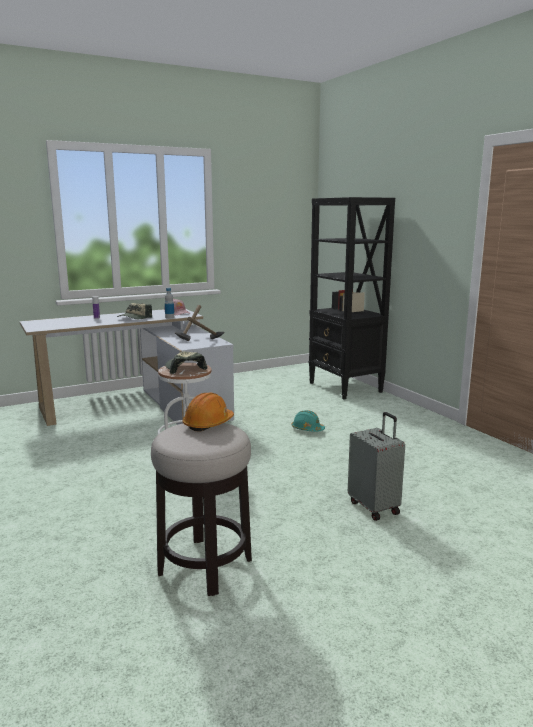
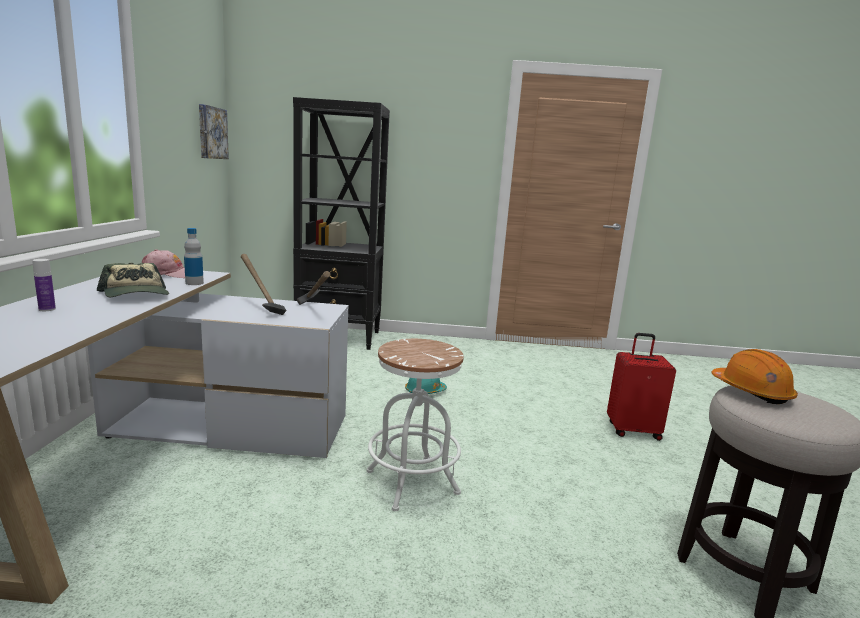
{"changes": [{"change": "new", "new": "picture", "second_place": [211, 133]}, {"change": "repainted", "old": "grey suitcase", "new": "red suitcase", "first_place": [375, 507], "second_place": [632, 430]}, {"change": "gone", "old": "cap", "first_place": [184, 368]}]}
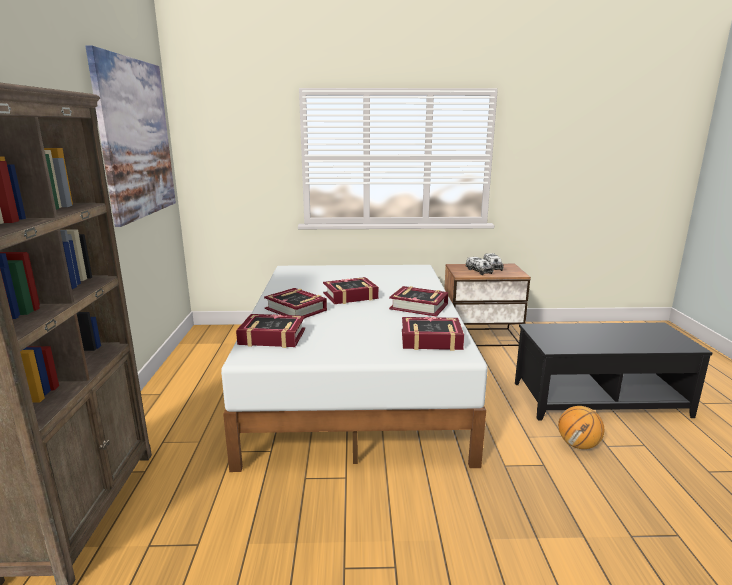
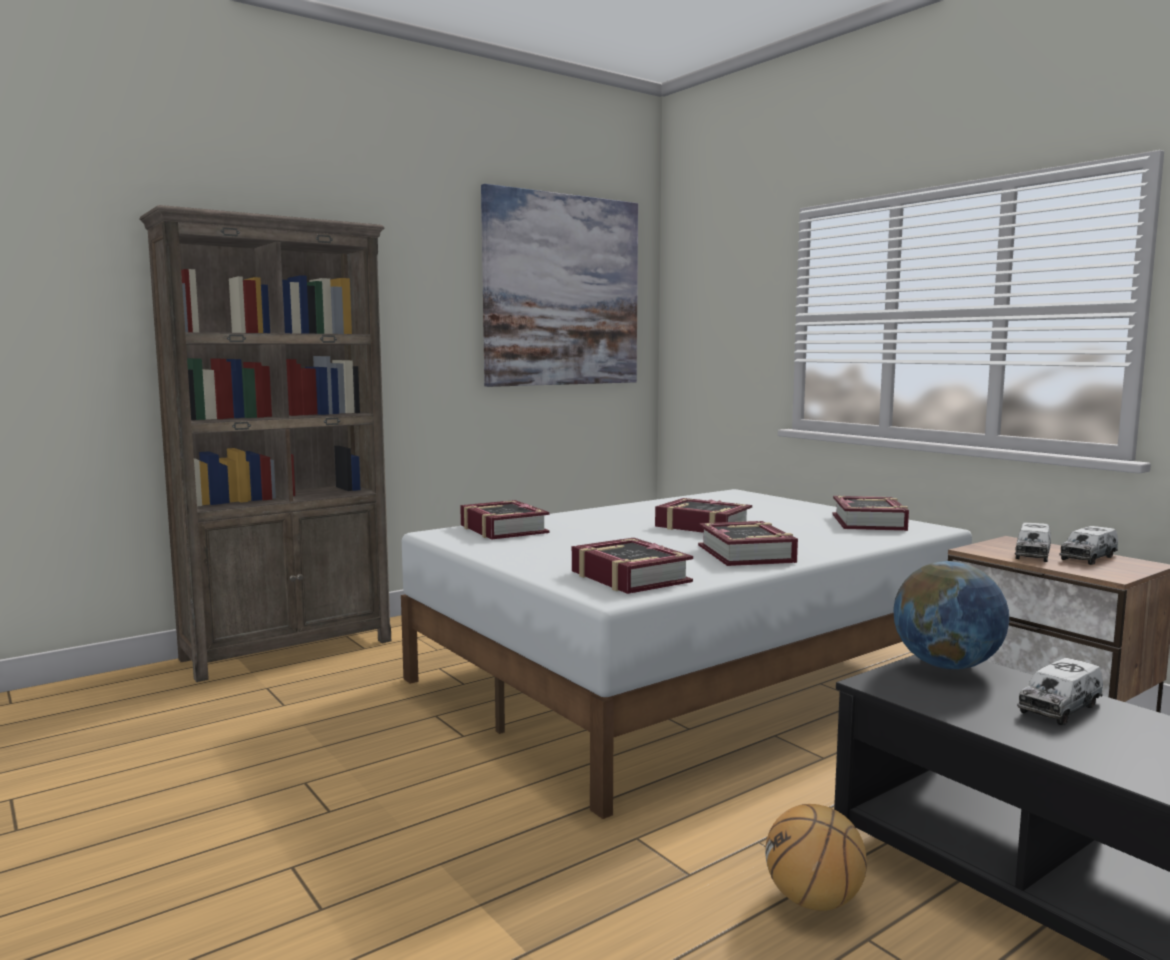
{"changes": [{"change": "shifted", "old": "book", "first_place": [296, 309], "second_place": [869, 522]}, {"change": "new", "new": "globe", "second_place": [946, 666]}, {"change": "new", "new": "toy truck", "second_place": [1060, 708]}]}
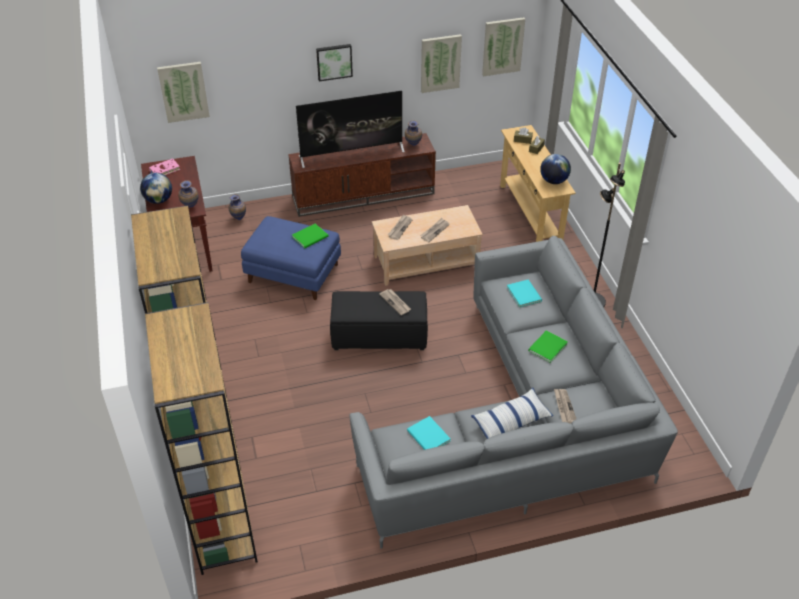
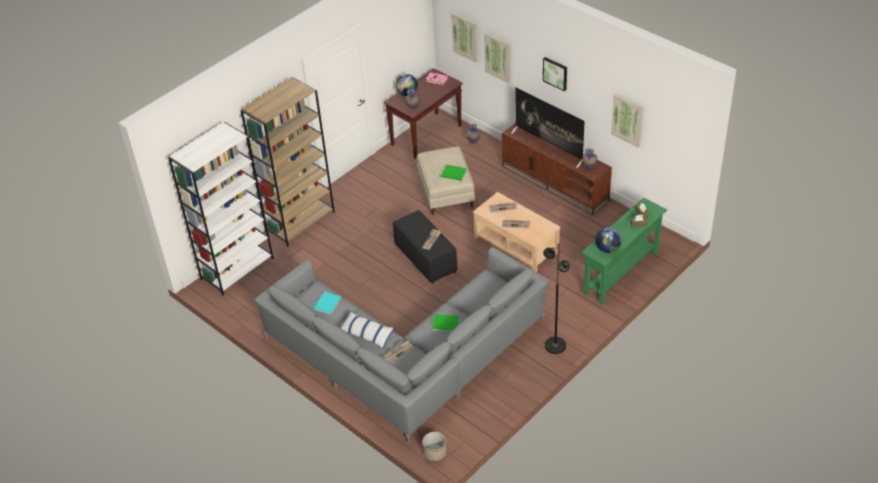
{"changes": [{"change": "repainted", "old": "brown bookcase", "new": "white bookcase", "first_place": [221, 522], "second_place": [237, 268]}, {"change": "repainted", "old": "blue ottoman", "new": "beige ottoman", "first_place": [294, 273], "second_place": [446, 193]}, {"change": "new", "new": "planter", "second_place": [434, 452]}, {"change": "shifted", "old": "picture", "first_place": [502, 46], "second_place": [498, 57]}, {"change": "repainted", "old": "beige console table", "new": "green console table", "first_place": [530, 214], "second_place": [621, 273]}, {"change": "gone", "old": "turquoise book", "first_place": [524, 293]}]}
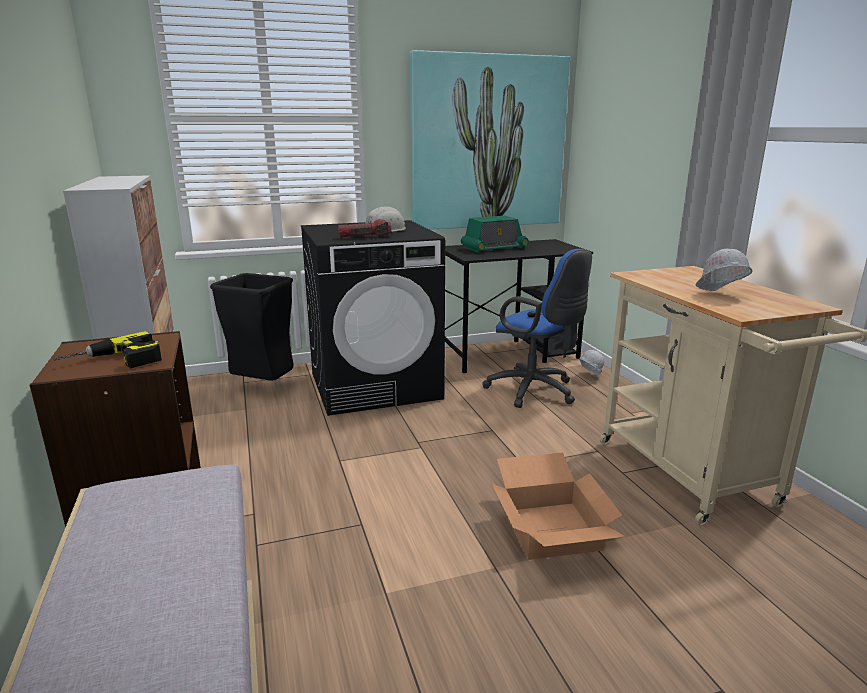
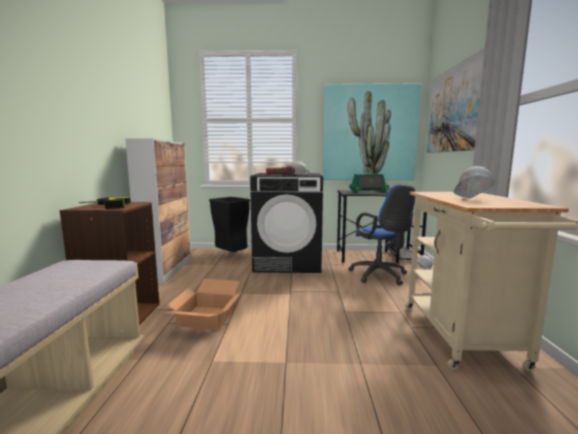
{"changes": [{"change": "shifted", "old": "cardboard box", "first_place": [553, 530], "second_place": [207, 317]}, {"change": "new", "new": "picture", "second_place": [455, 109]}]}
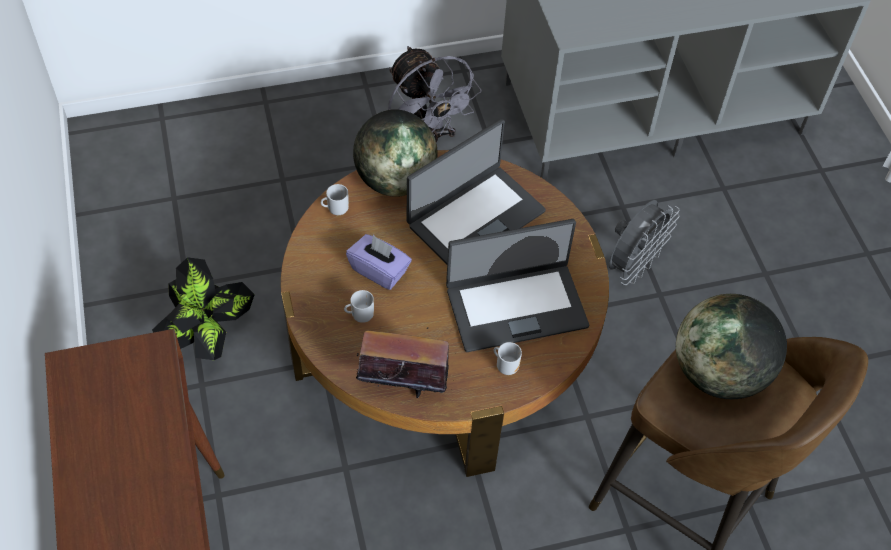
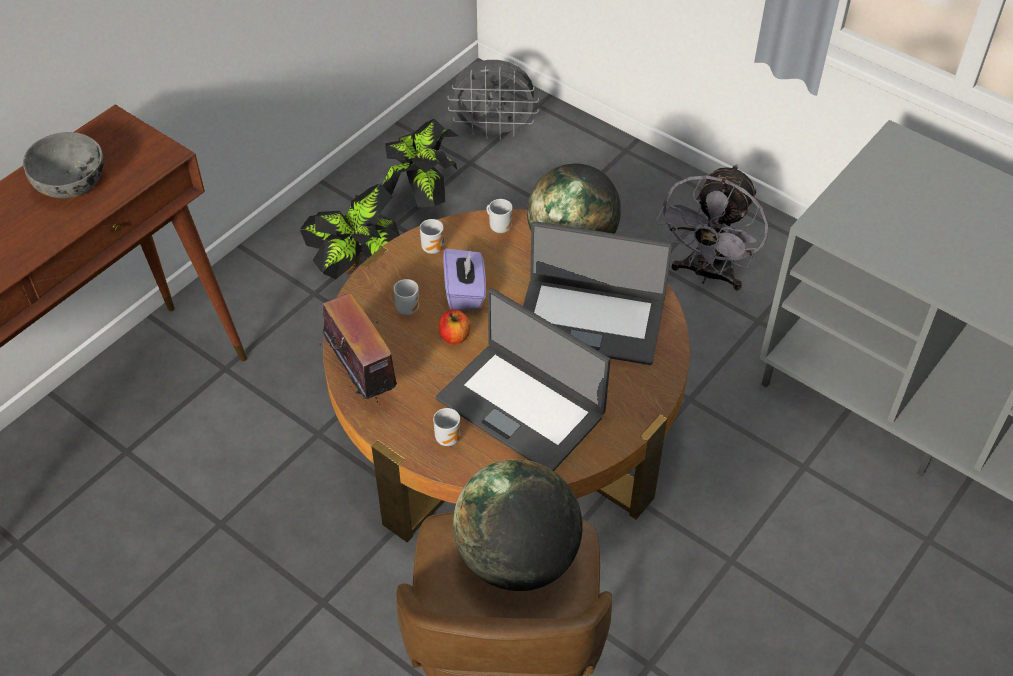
{"changes": [{"change": "new", "new": "grey bowl", "second_place": [71, 183]}, {"change": "new", "new": "potted plant", "second_place": [422, 197]}, {"change": "new", "new": "mug", "second_place": [434, 248]}, {"change": "new", "new": "apple", "second_place": [455, 336]}, {"change": "shifted", "old": "grey fan", "first_place": [633, 266], "second_place": [494, 131]}]}
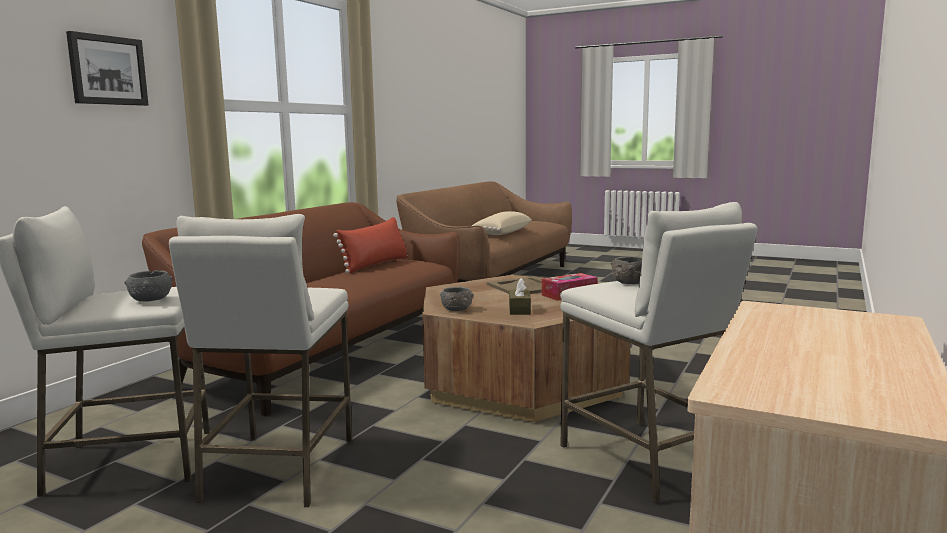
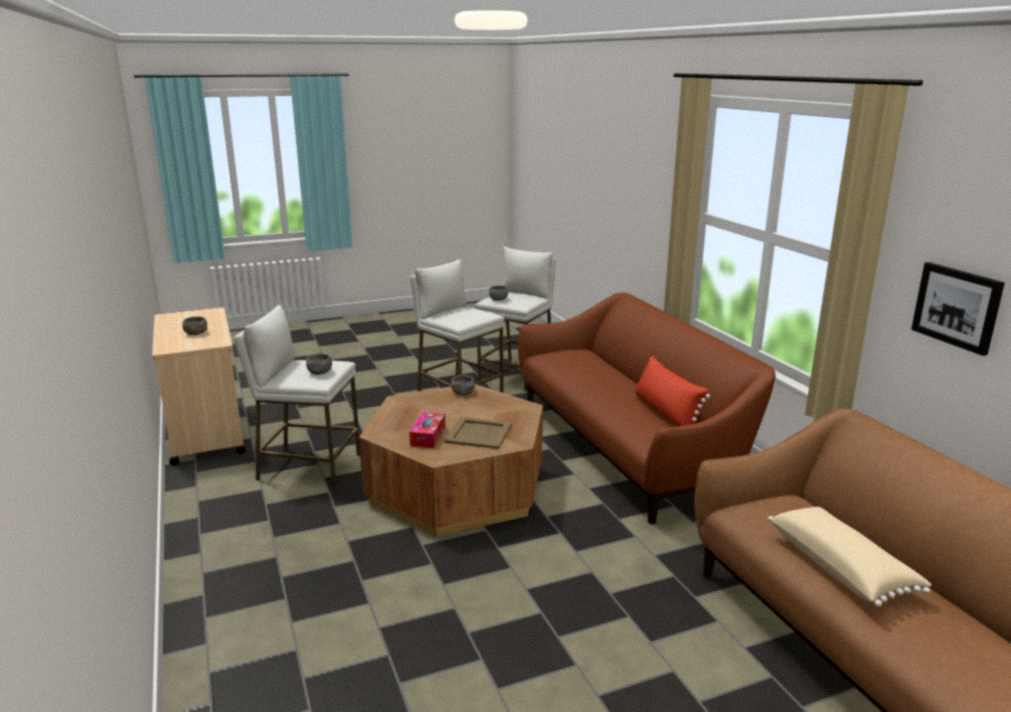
{"changes": [{"change": "new", "new": "grey bowl", "second_place": [196, 333]}, {"change": "shifted", "old": "picture", "first_place": [107, 70], "second_place": [957, 307]}, {"change": "gone", "old": "brown tissue box", "first_place": [519, 309]}]}
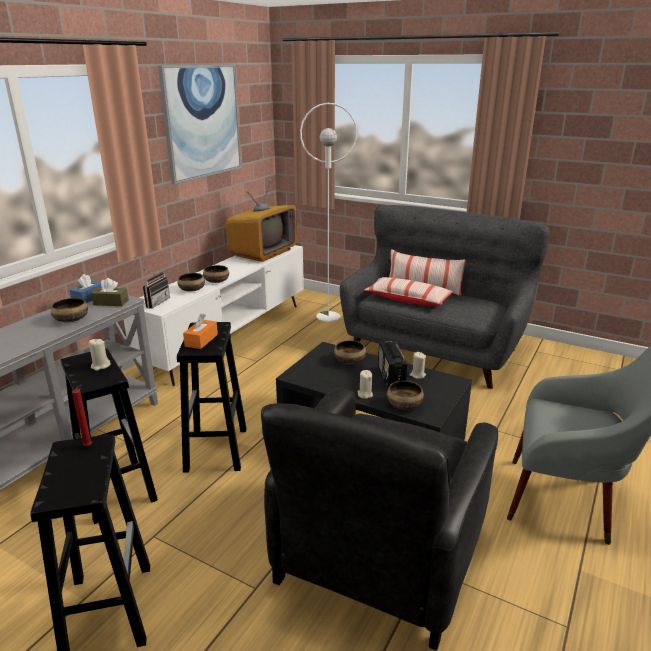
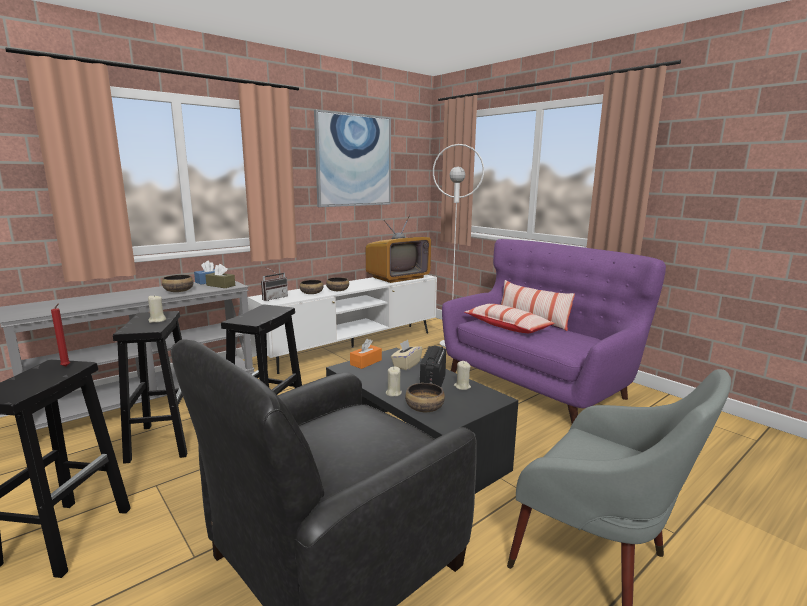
{"changes": [{"change": "shifted", "old": "orange tissue box", "first_place": [201, 340], "second_place": [366, 362]}, {"change": "swapped", "old": "bowl", "new": "beige tissue box", "first_place": [350, 361], "second_place": [406, 365]}, {"change": "repainted", "old": "grey sofa", "new": "purple sofa", "first_place": [435, 348], "second_place": [538, 384]}]}
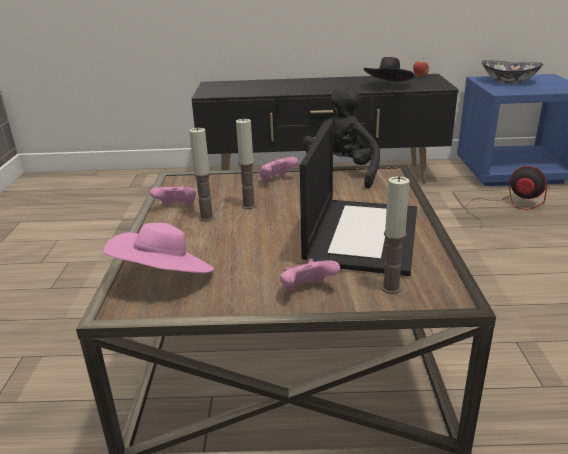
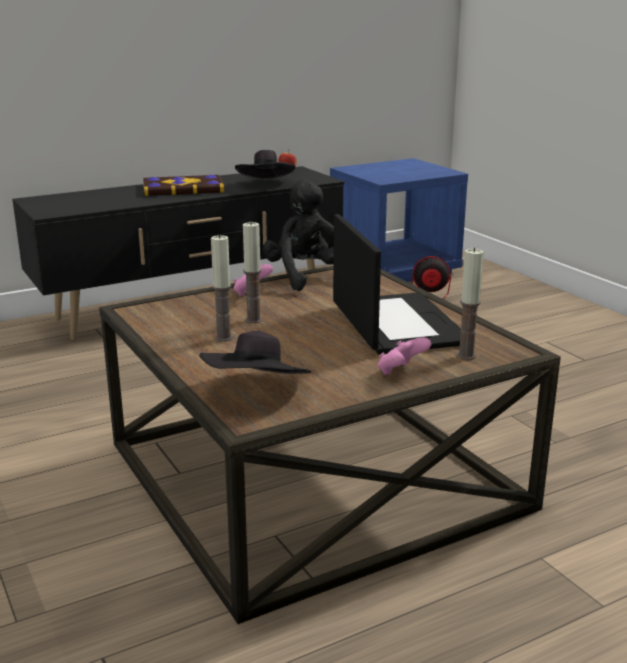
{"changes": [{"change": "new", "new": "book", "second_place": [183, 188]}, {"change": "repainted", "old": "pink hat", "new": "black hat", "first_place": [164, 278], "second_place": [257, 392]}, {"change": "gone", "old": "pink game controller", "first_place": [177, 208]}, {"change": "gone", "old": "bowl", "first_place": [509, 81]}]}
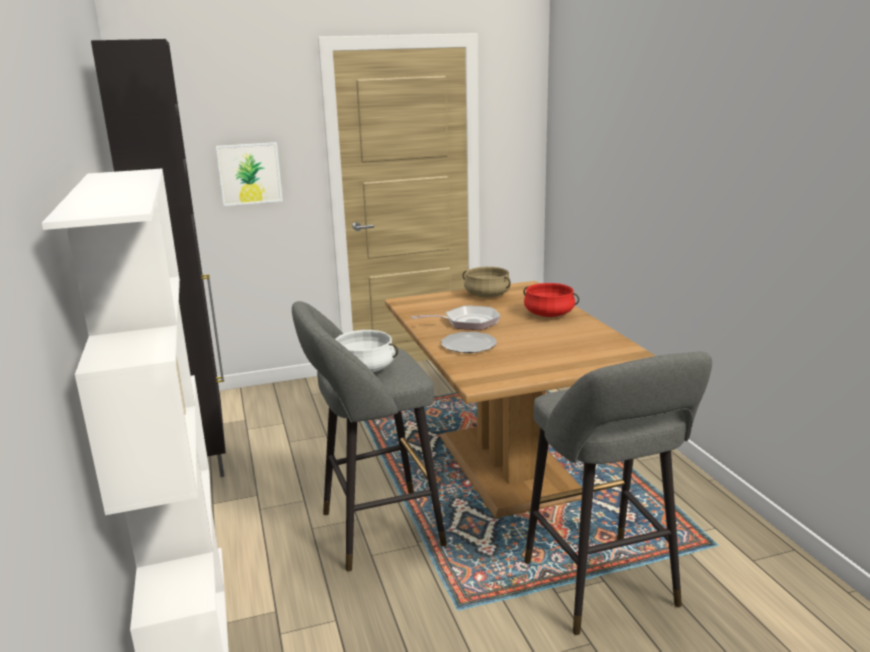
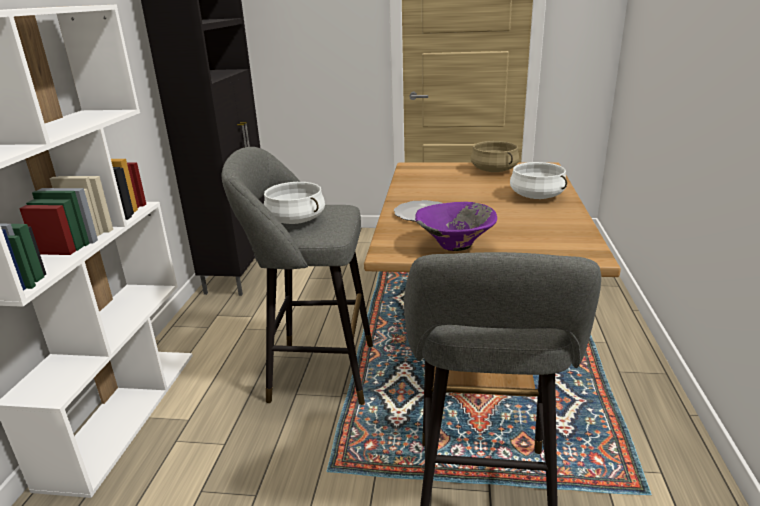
{"changes": [{"change": "new", "new": "purple bowl", "second_place": [454, 246]}, {"change": "repainted", "old": "red cooking pot", "new": "white cooking pot", "first_place": [549, 314], "second_place": [537, 196]}, {"change": "gone", "old": "picture", "first_place": [249, 173]}, {"change": "gone", "old": "frying pan", "first_place": [467, 323]}]}
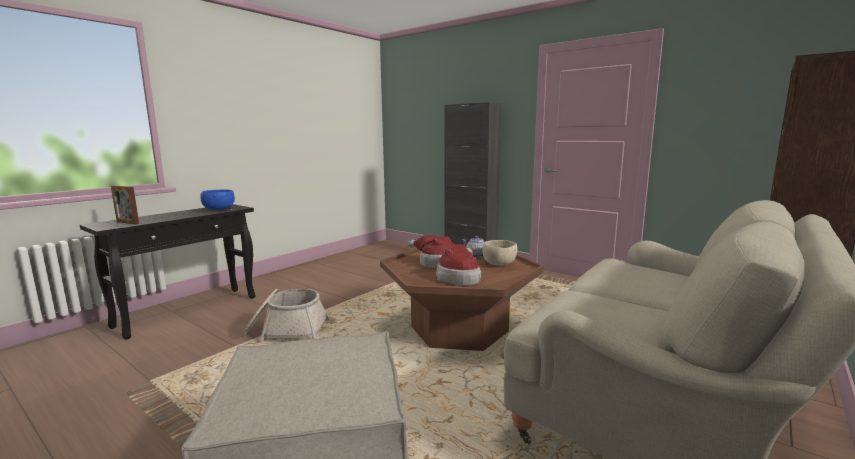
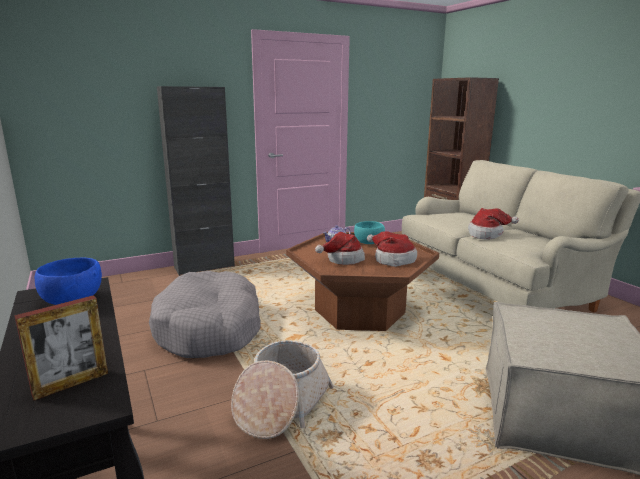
{"changes": [{"change": "new", "new": "grey dog bed", "second_place": [209, 328]}, {"change": "repainted", "old": "beige bowl", "new": "turquoise bowl", "first_place": [499, 264], "second_place": [369, 243]}, {"change": "new", "new": "hat", "second_place": [487, 234]}]}
